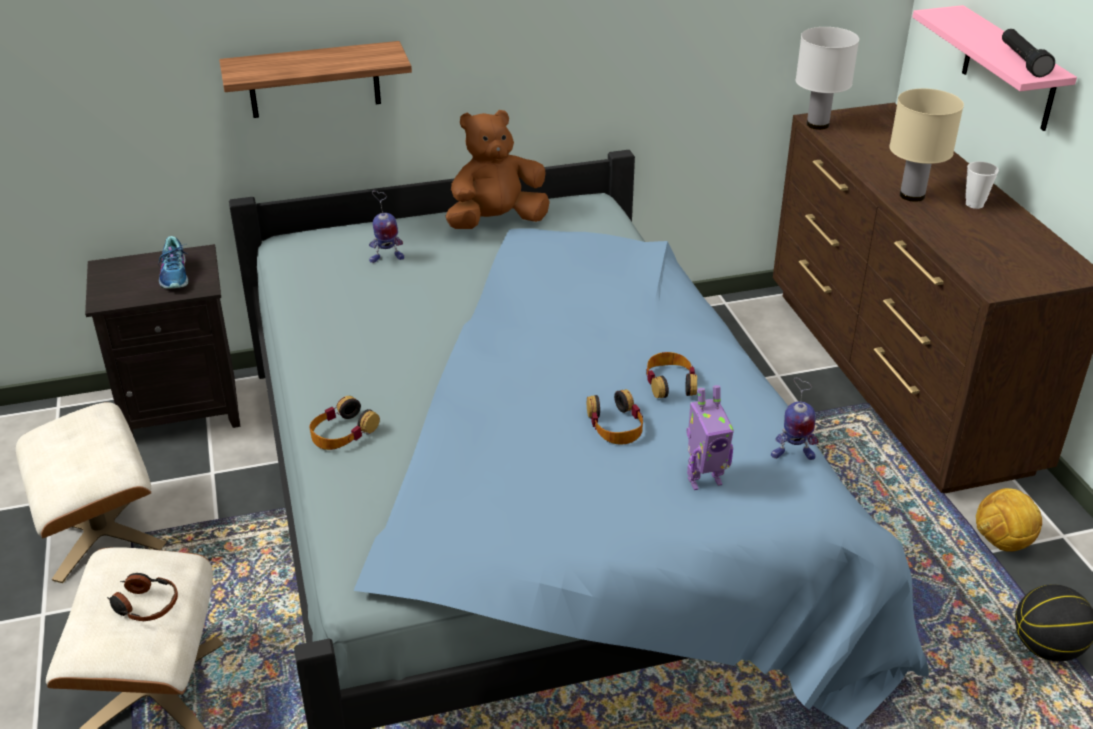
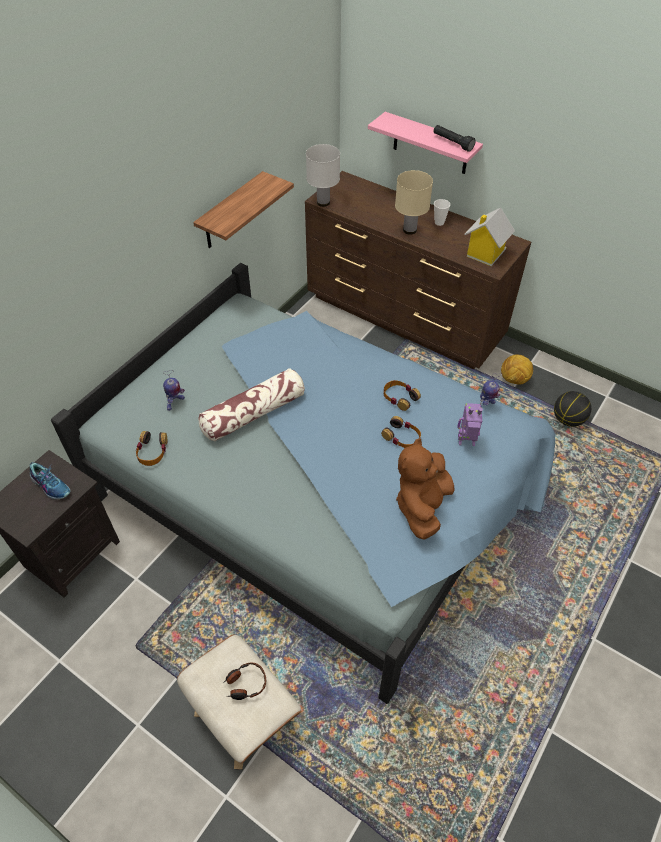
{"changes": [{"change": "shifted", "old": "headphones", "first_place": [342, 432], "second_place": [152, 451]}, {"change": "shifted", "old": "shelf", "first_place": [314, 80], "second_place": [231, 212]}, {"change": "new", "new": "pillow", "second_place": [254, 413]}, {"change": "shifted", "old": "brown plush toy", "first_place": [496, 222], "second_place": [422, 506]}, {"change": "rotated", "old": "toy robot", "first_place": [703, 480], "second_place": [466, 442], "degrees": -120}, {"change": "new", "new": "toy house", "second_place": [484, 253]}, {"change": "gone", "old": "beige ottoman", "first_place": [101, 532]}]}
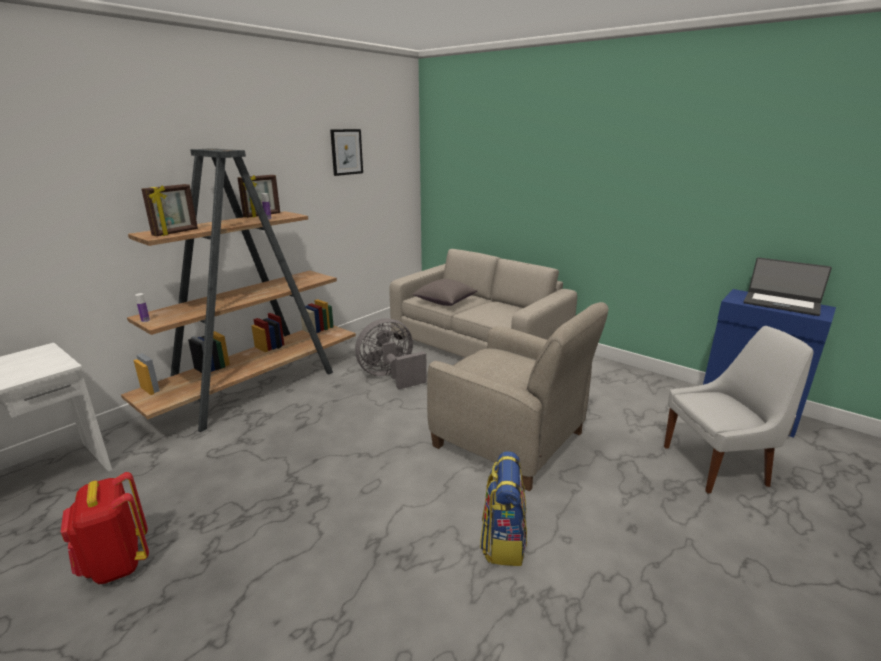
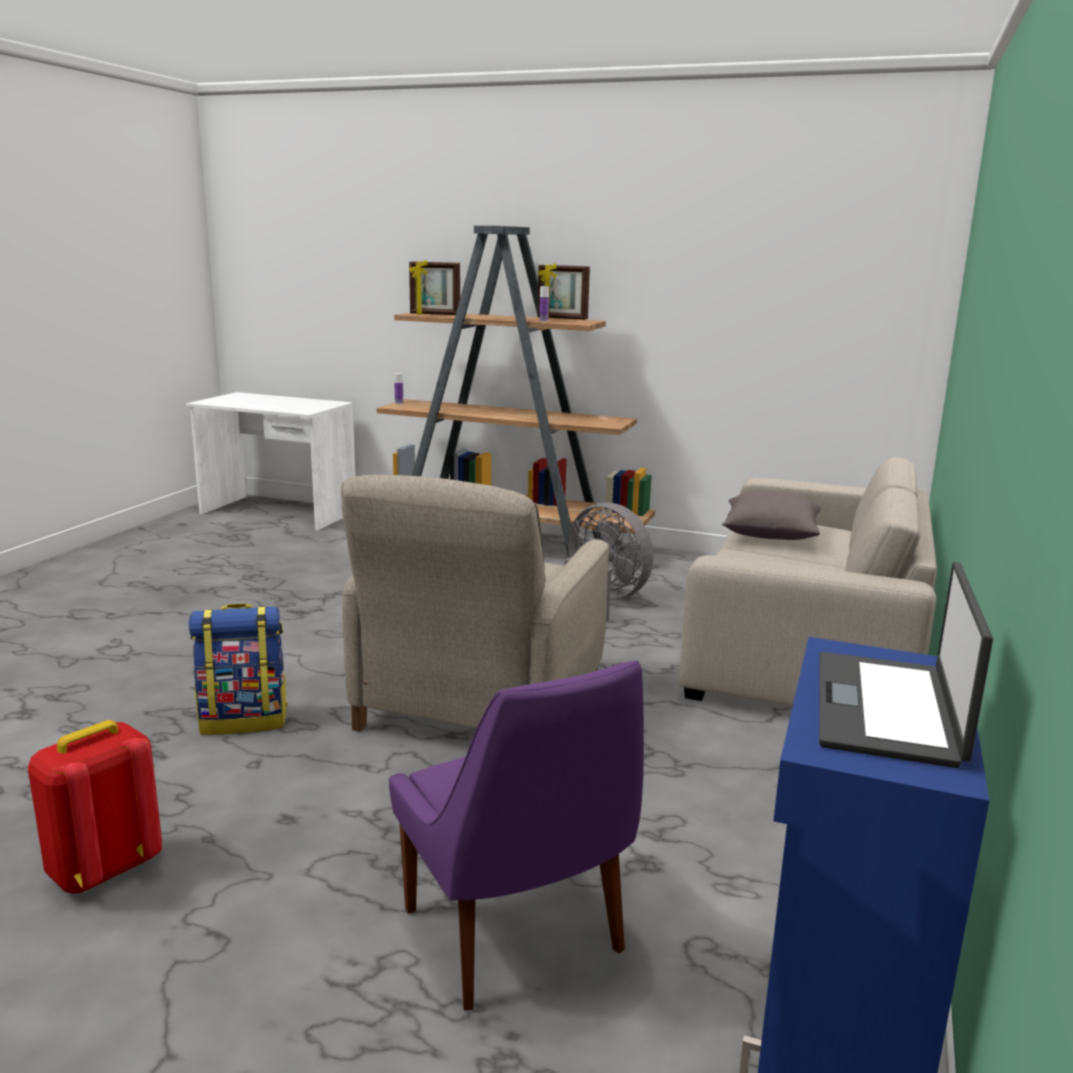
{"changes": [{"change": "shifted", "old": "red backpack", "first_place": [117, 564], "second_place": [104, 869]}, {"change": "repainted", "old": "white chair", "new": "purple chair", "first_place": [718, 465], "second_place": [516, 936]}, {"change": "gone", "old": "picture", "first_place": [346, 152]}]}
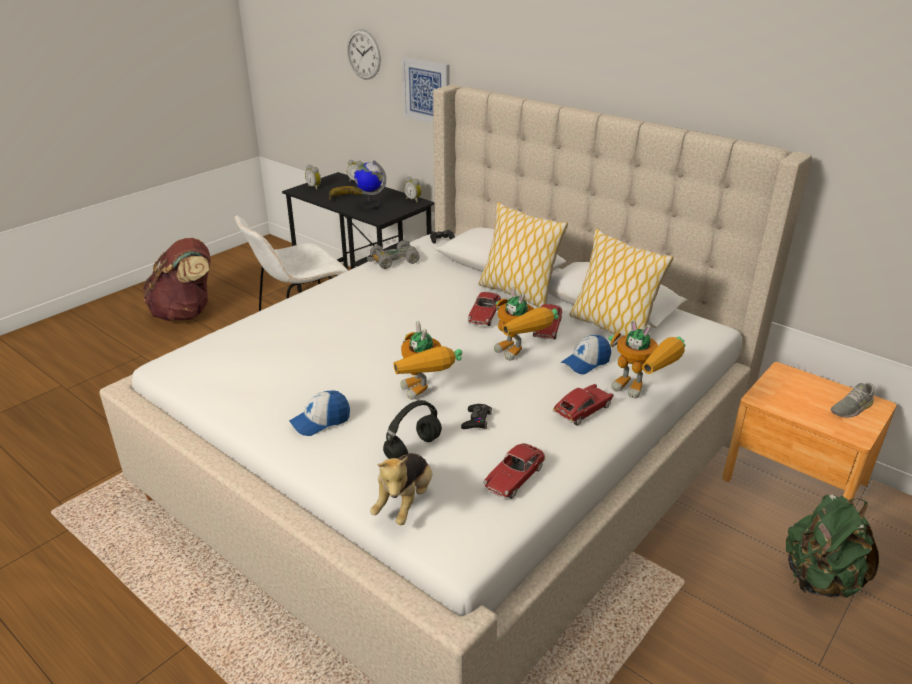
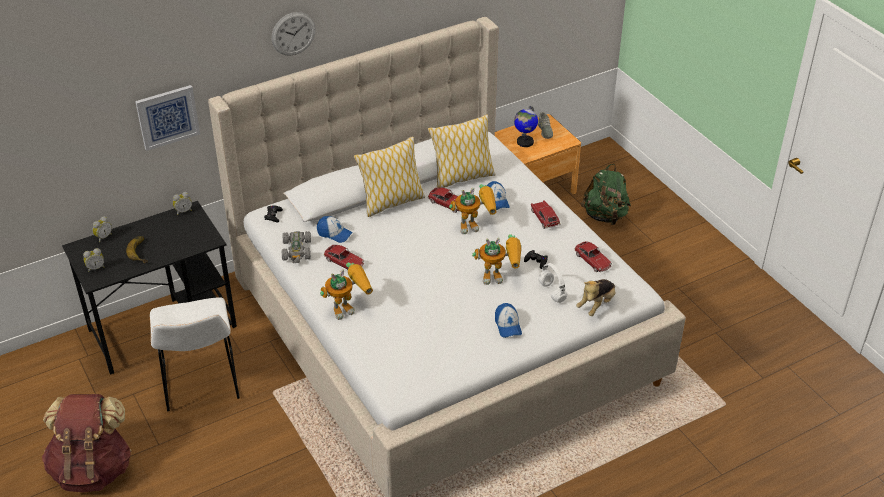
{"changes": [{"change": "shifted", "old": "wall clock", "first_place": [363, 54], "second_place": [293, 33]}, {"change": "new", "new": "cap", "second_place": [334, 234]}, {"change": "shifted", "old": "toy robot", "first_place": [641, 391], "second_place": [349, 307]}, {"change": "shifted", "old": "toy car", "first_place": [484, 315], "second_place": [344, 262]}, {"change": "shifted", "old": "globe", "first_place": [370, 206], "second_place": [524, 142]}, {"change": "repainted", "old": "black headphones", "new": "white headphones", "first_place": [413, 448], "second_place": [551, 292]}, {"change": "rotated", "old": "plush toy", "first_place": [405, 502], "second_place": [596, 305], "degrees": 90}]}
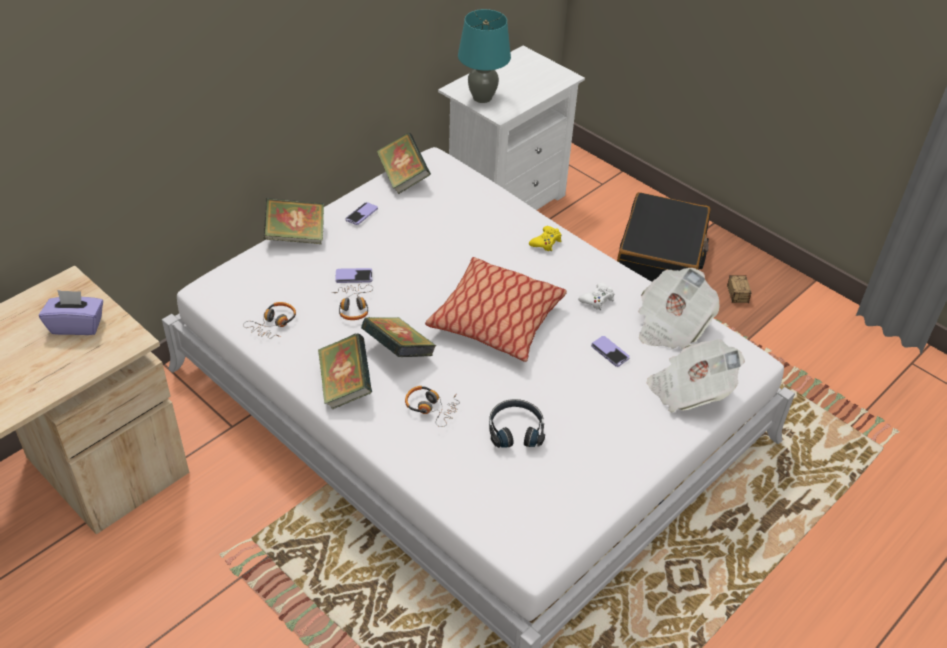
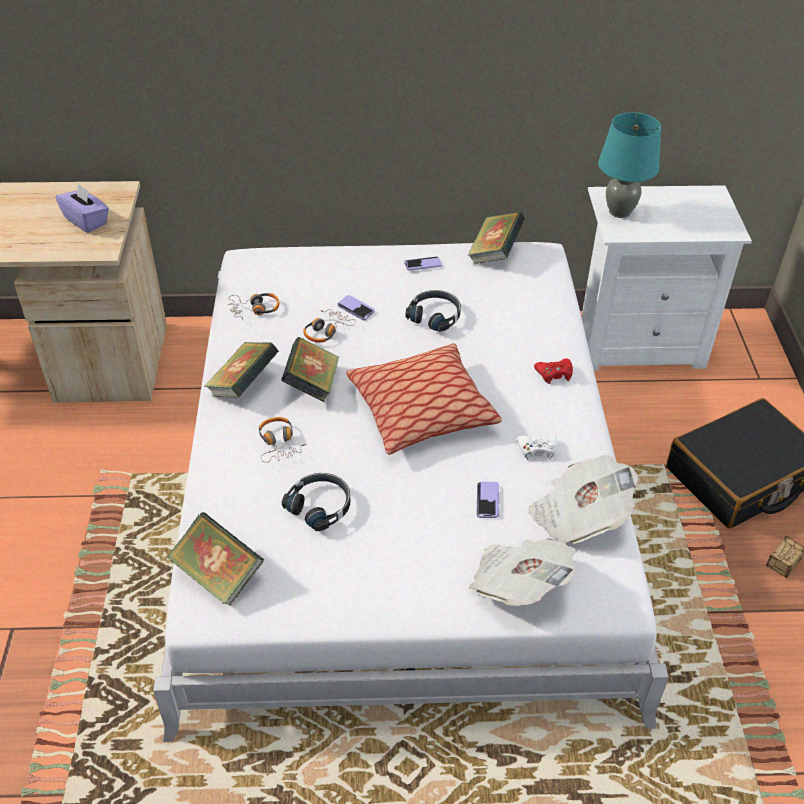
{"changes": [{"change": "shifted", "old": "book", "first_place": [296, 236], "second_place": [218, 575]}, {"change": "new", "new": "black headphones", "second_place": [435, 316]}, {"change": "repainted", "old": "yellow game controller", "new": "red game controller", "first_place": [546, 242], "second_place": [554, 374]}]}
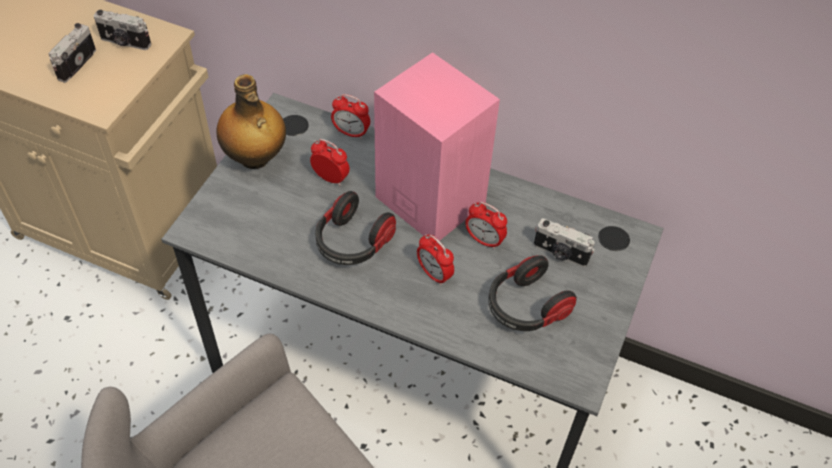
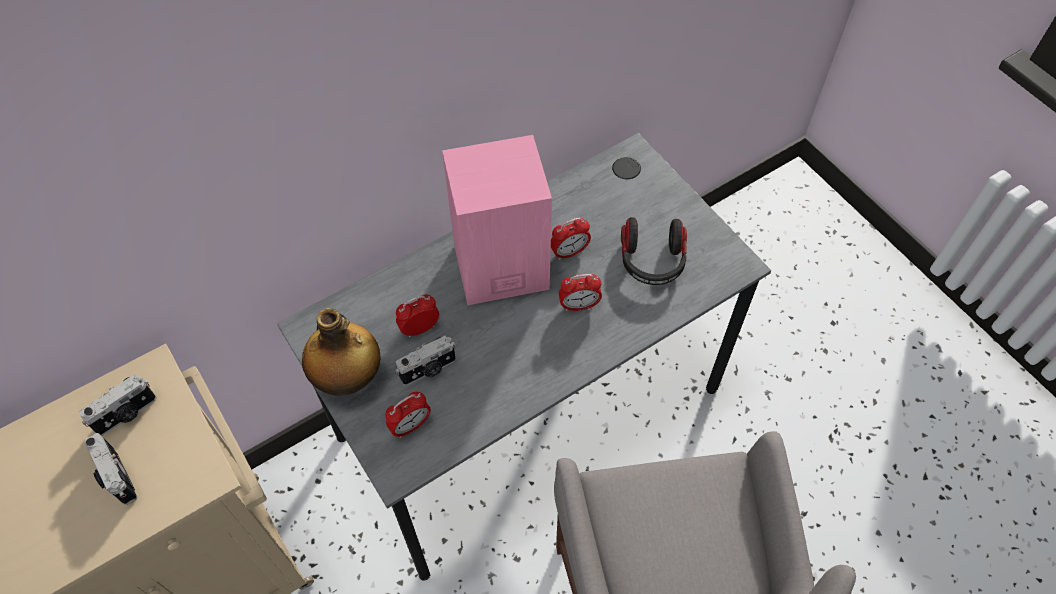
{"changes": [{"change": "shifted", "old": "alarm clock", "first_place": [351, 132], "second_place": [410, 426]}, {"change": "shifted", "old": "photo camera", "first_place": [560, 254], "second_place": [429, 370]}, {"change": "gone", "old": "headphones", "first_place": [352, 242]}]}
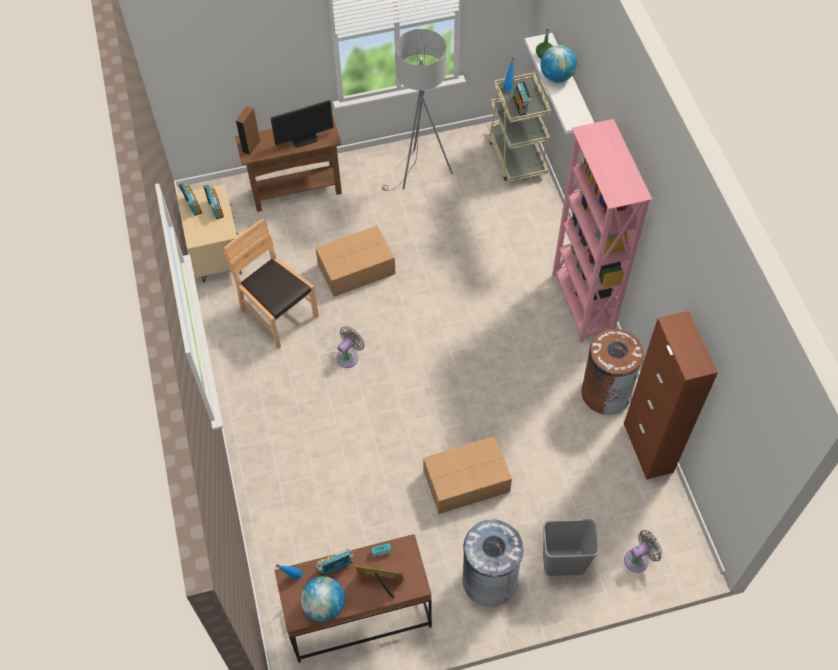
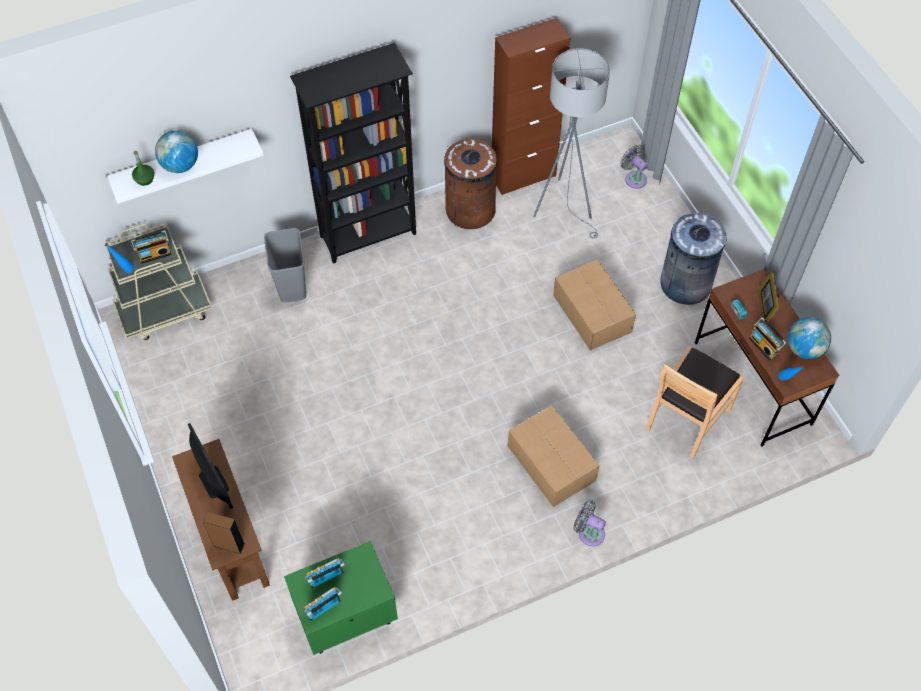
{"changes": [{"change": "shifted", "old": "grey trash can", "first_place": [563, 563], "second_place": [292, 287]}, {"change": "repainted", "old": "beige nightstand", "new": "green nightstand", "first_place": [217, 256], "second_place": [346, 617]}, {"change": "repainted", "old": "pink bookcase", "new": "black bookcase", "first_place": [581, 304], "second_place": [369, 235]}, {"change": "shifted", "old": "cardboard box", "first_place": [355, 269], "second_place": [551, 464]}, {"change": "shifted", "old": "grey floor lamp", "first_place": [420, 174], "second_place": [566, 206]}, {"change": "shifted", "old": "grey fan", "first_place": [349, 356], "second_place": [589, 532]}, {"change": "shifted", "old": "brown chair", "first_place": [278, 314], "second_place": [687, 417]}]}
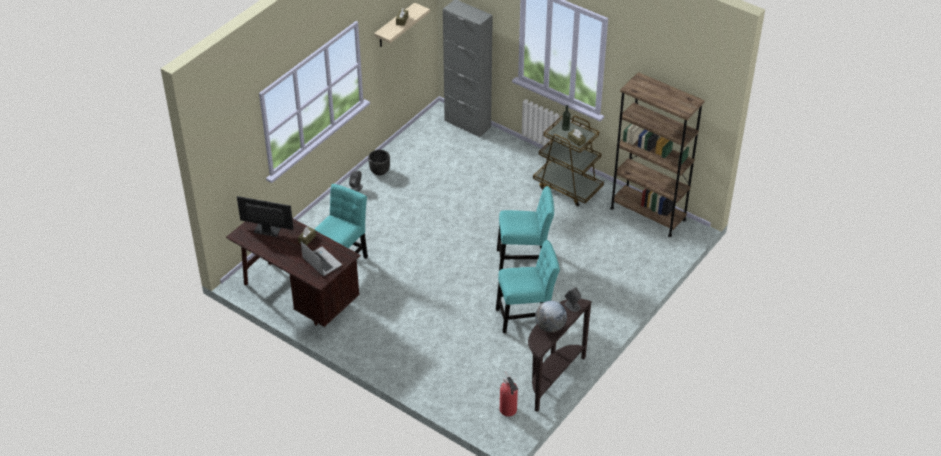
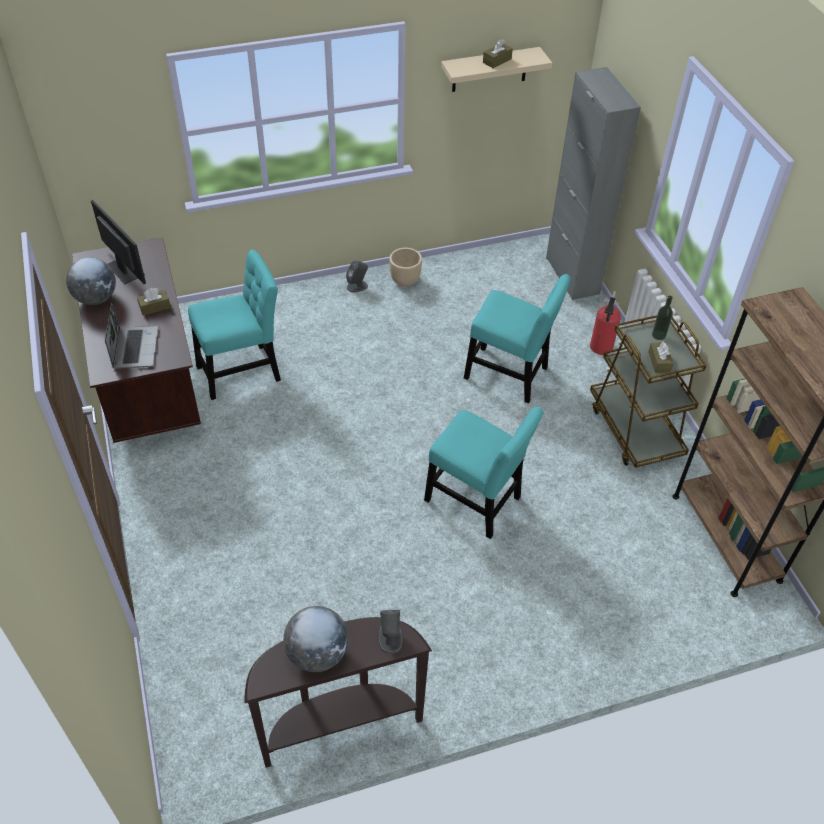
{"changes": [{"change": "new", "new": "globe", "second_place": [96, 298]}, {"change": "repainted", "old": "black planter", "new": "beige planter", "first_place": [379, 171], "second_place": [404, 280]}, {"change": "shifted", "old": "turquoise chair", "first_place": [526, 317], "second_place": [510, 375]}, {"change": "shifted", "old": "fire extinguisher", "first_place": [508, 411], "second_place": [600, 348]}]}
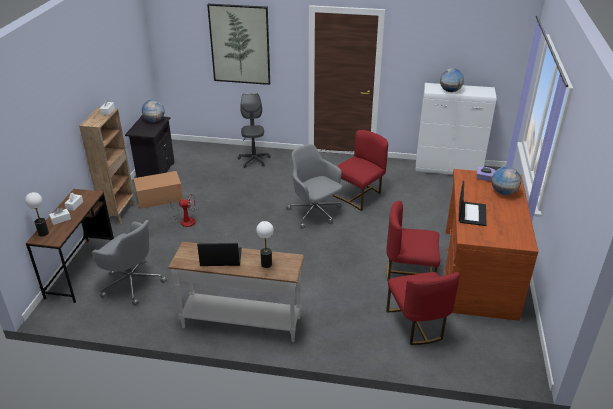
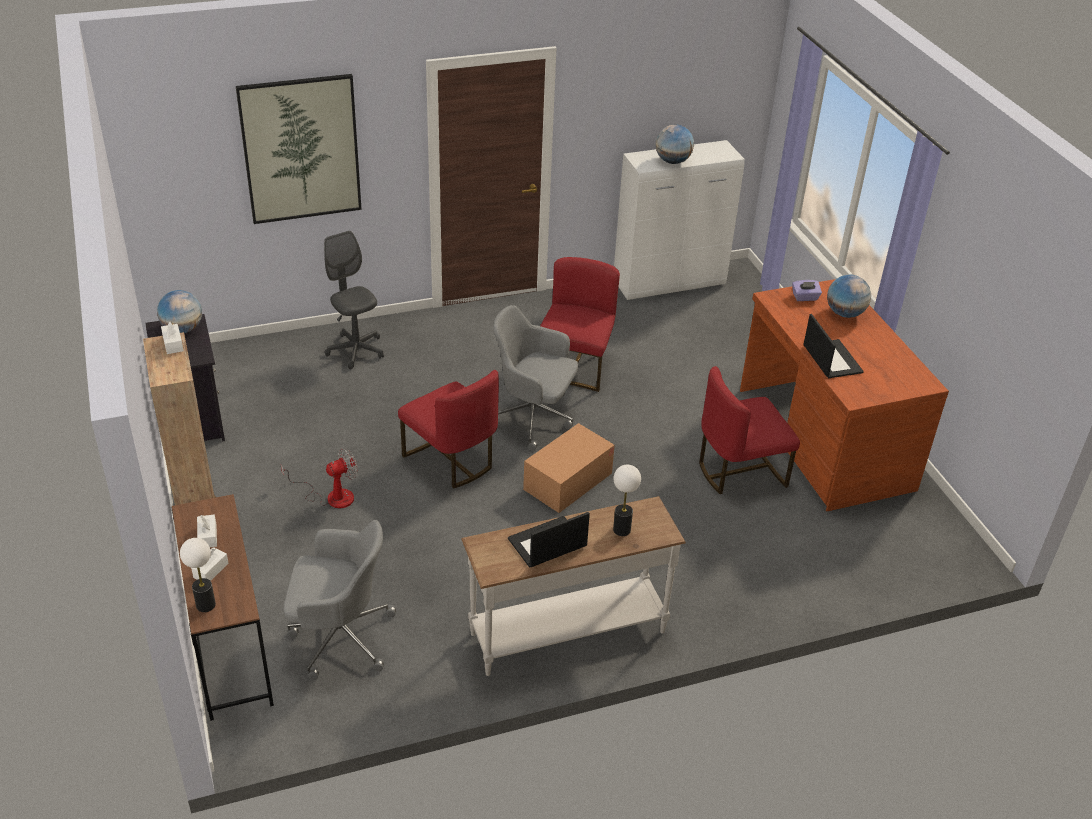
{"changes": [{"change": "shifted", "old": "red chair", "first_place": [417, 324], "second_place": [451, 460]}, {"change": "shifted", "old": "cardboard box", "first_place": [159, 198], "second_place": [568, 481]}]}
